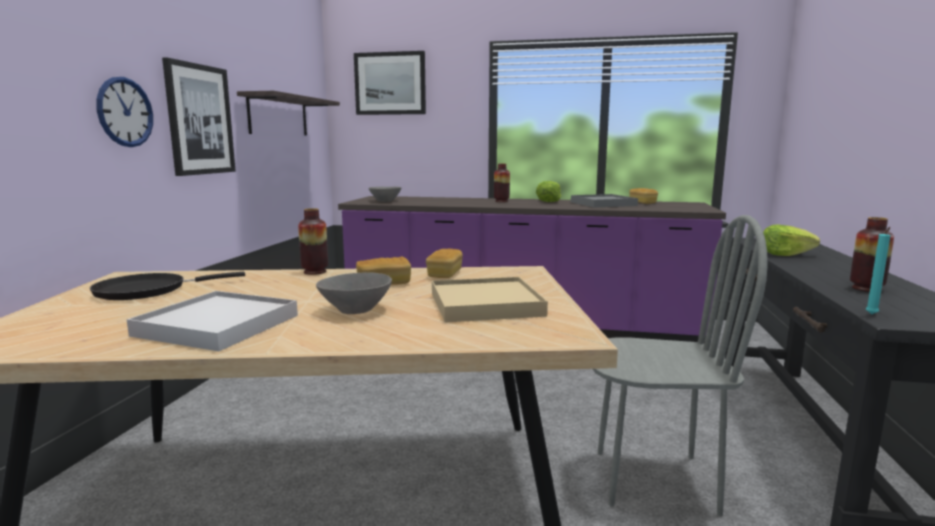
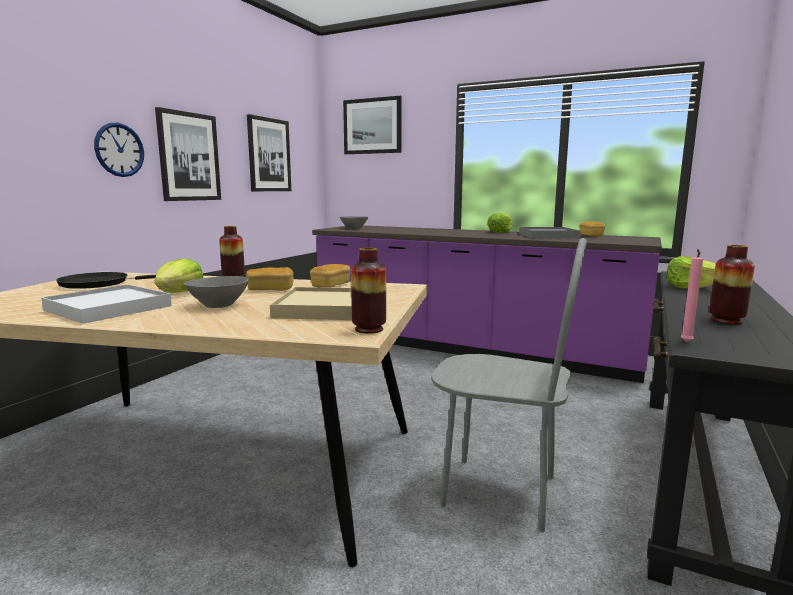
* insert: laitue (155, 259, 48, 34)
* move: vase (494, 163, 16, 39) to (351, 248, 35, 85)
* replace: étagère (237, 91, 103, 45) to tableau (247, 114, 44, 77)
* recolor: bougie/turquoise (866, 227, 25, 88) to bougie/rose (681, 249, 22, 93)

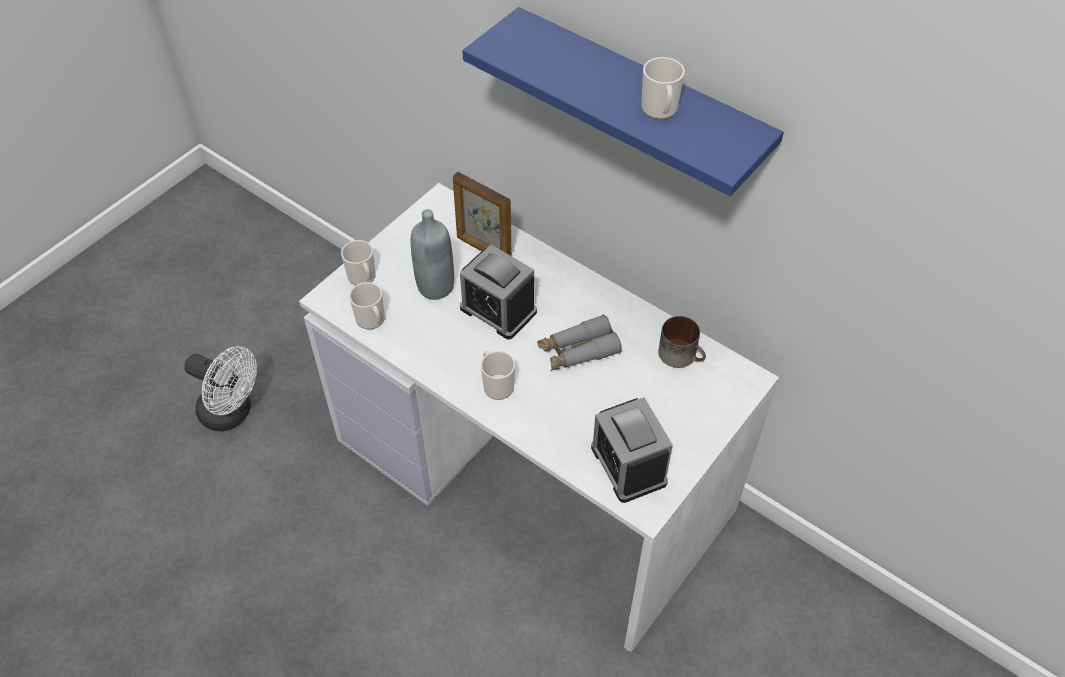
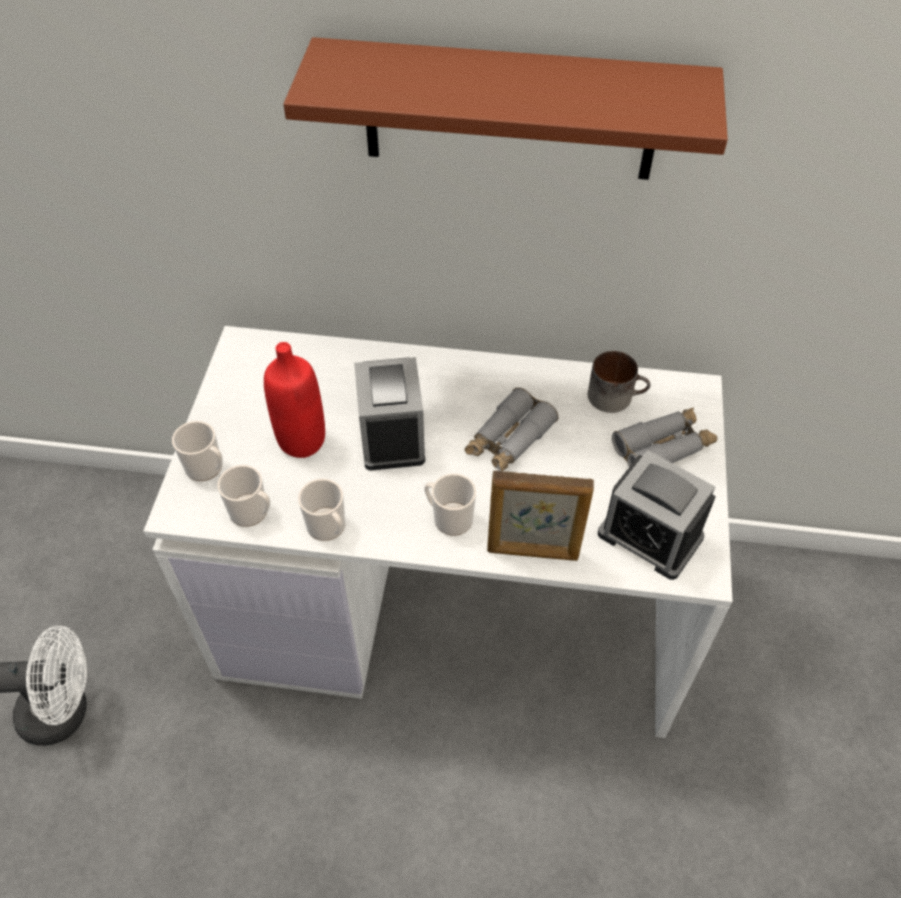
* insert: jumelles/gris (612, 407, 105, 60)
* move: cadre photo (453, 172, 59, 84) to (487, 470, 107, 91)
* move: mug (641, 57, 44, 62) to (298, 479, 47, 62)
* recolor: bouteille/gris (411, 209, 43, 91) to bouteille/rouge (264, 342, 61, 116)
* recolor: étagère/bleu (462, 7, 322, 189) to étagère/marron (283, 37, 445, 143)
* rotate: réveil (460, 245, 77, 94) = (354, 357, 71, 114) 75 degrees clockwise

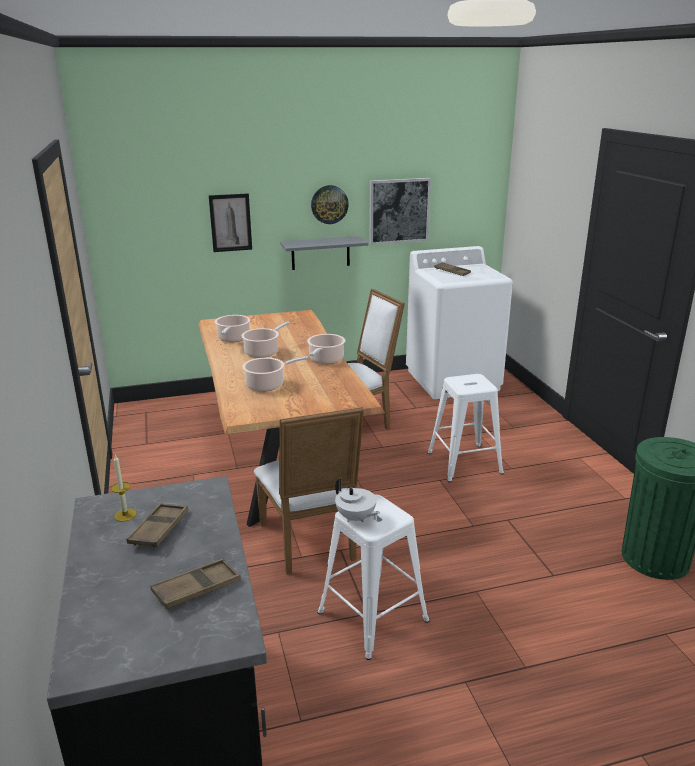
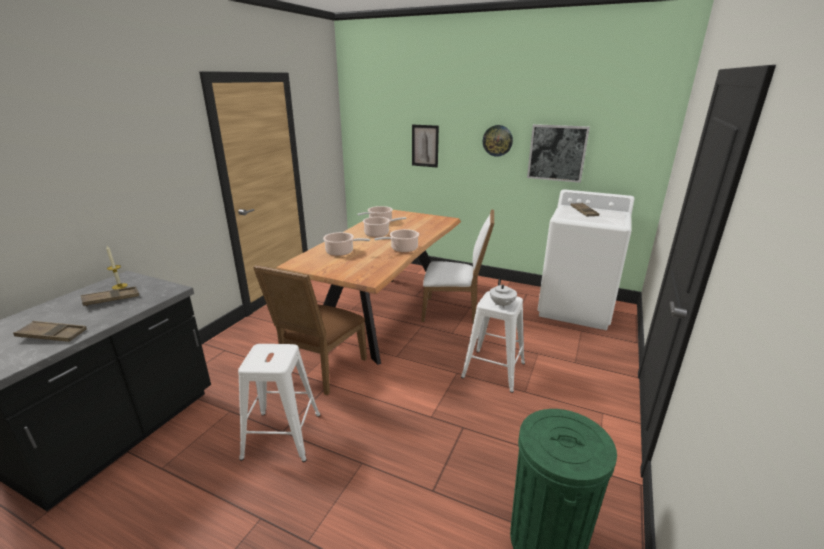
* delete: étagère/gris (280, 236, 89, 34)
* move: théière/blanc (335, 478, 45, 44) to (490, 278, 27, 30)
* recolor: chaise/blanc (254, 407, 110, 168) to chaise/marron (253, 265, 114, 130)

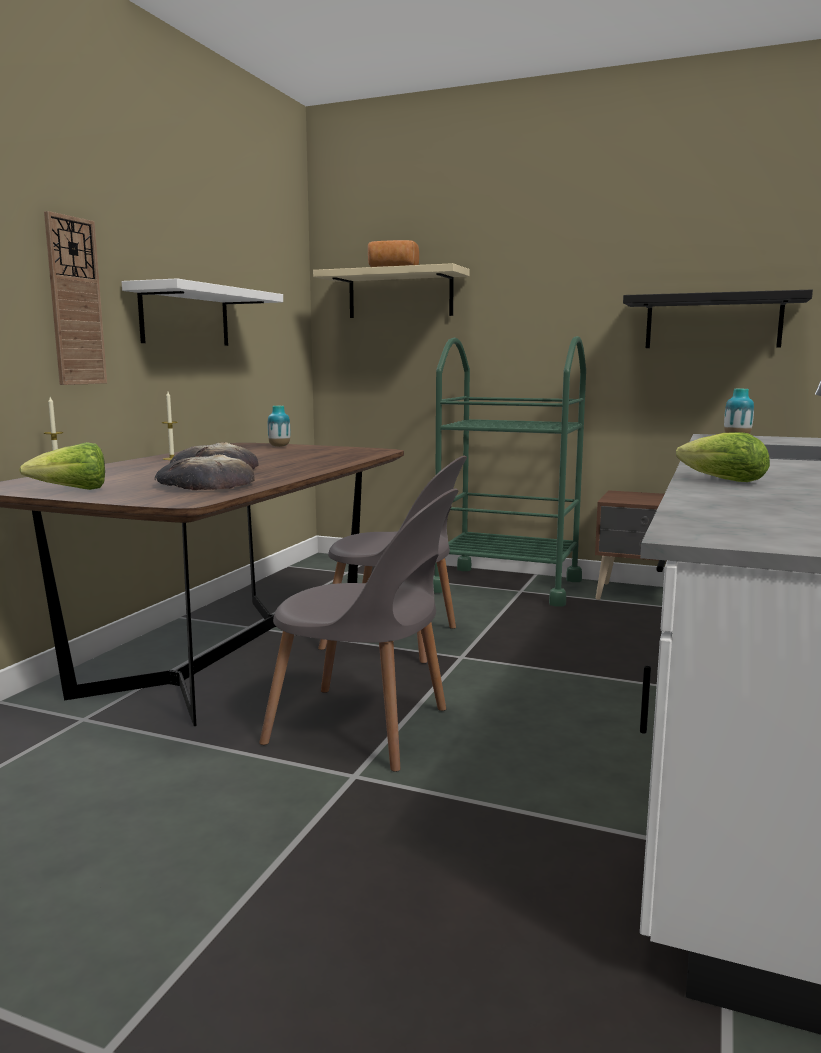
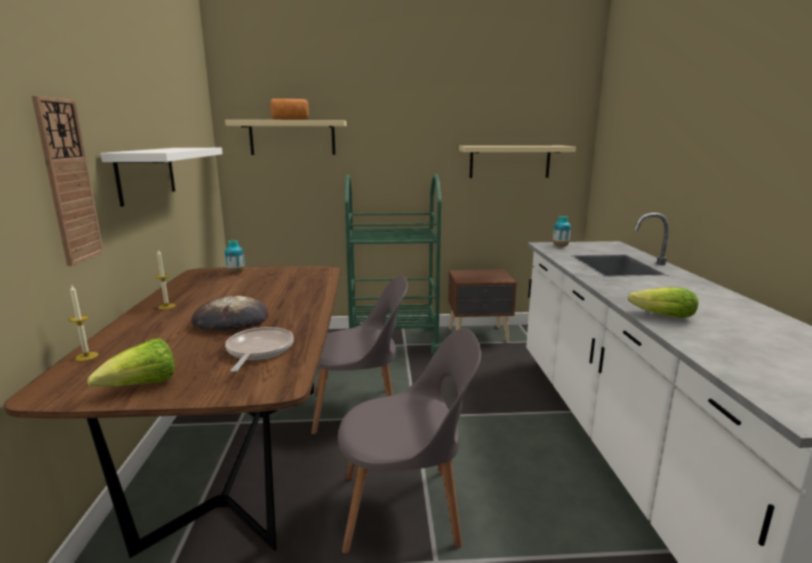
* replace: pain (155, 454, 100, 36) to poêle (225, 327, 69, 45)
* recolor: étagère/noir (623, 290, 190, 58) to étagère/beige (459, 146, 117, 32)

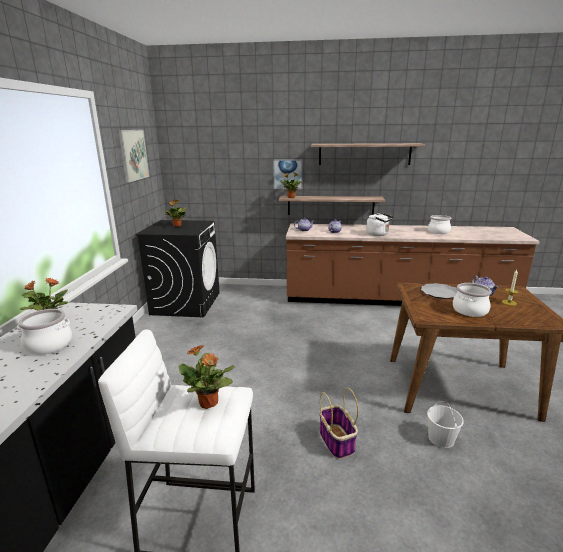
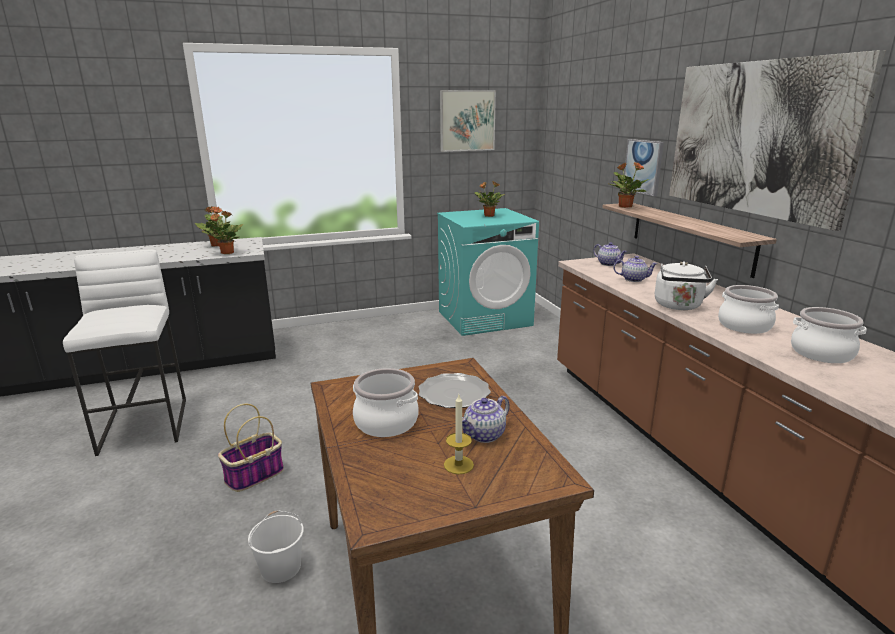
* move: marmite (17, 309, 55, 46) to (718, 285, 61, 49)
* move: plante en pot (178, 345, 57, 64) to (202, 211, 41, 43)
* replace: étagère (311, 143, 114, 22) to tableau (669, 50, 217, 181)
* recolor: lave-linge/noir (135, 220, 85, 97) to lave-linge/turquoise (437, 208, 102, 128)

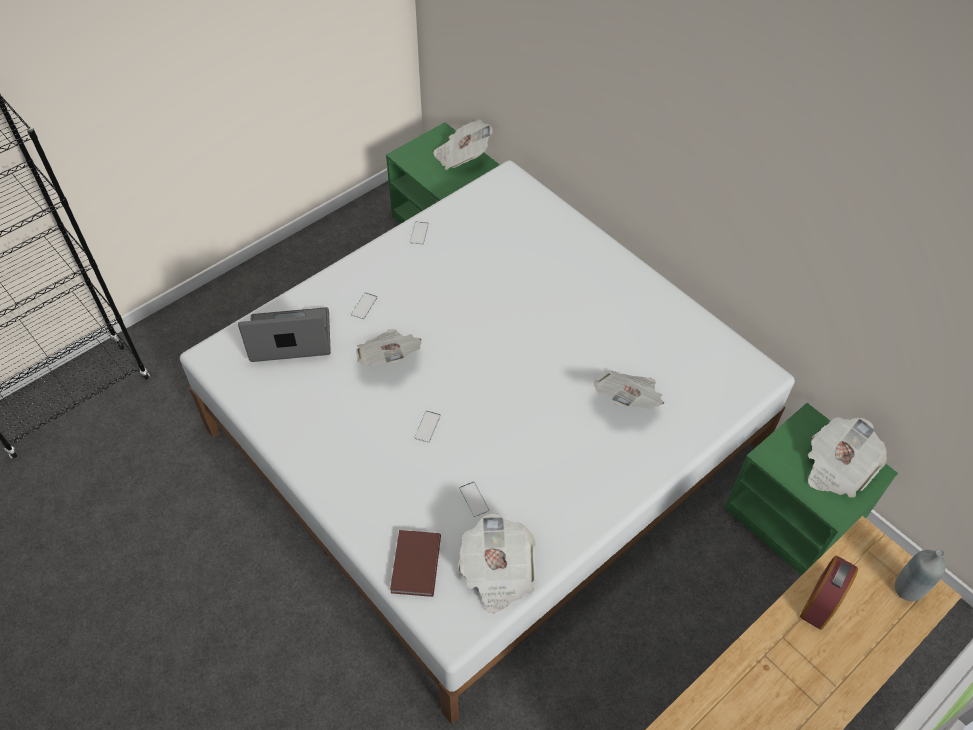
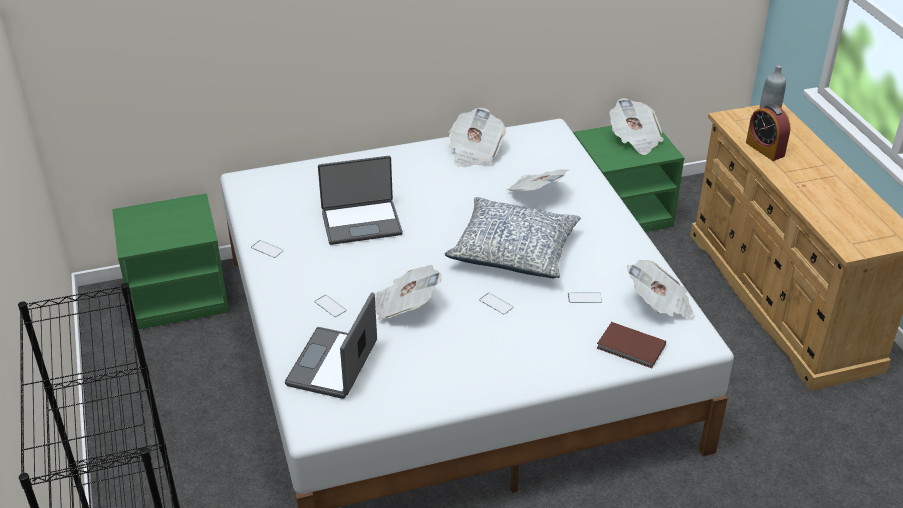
* insert: ordinateur portable (318, 156, 85, 89)
* insert: coussin (445, 197, 136, 81)
* move: journal (433, 120, 60, 50) to (448, 108, 58, 59)

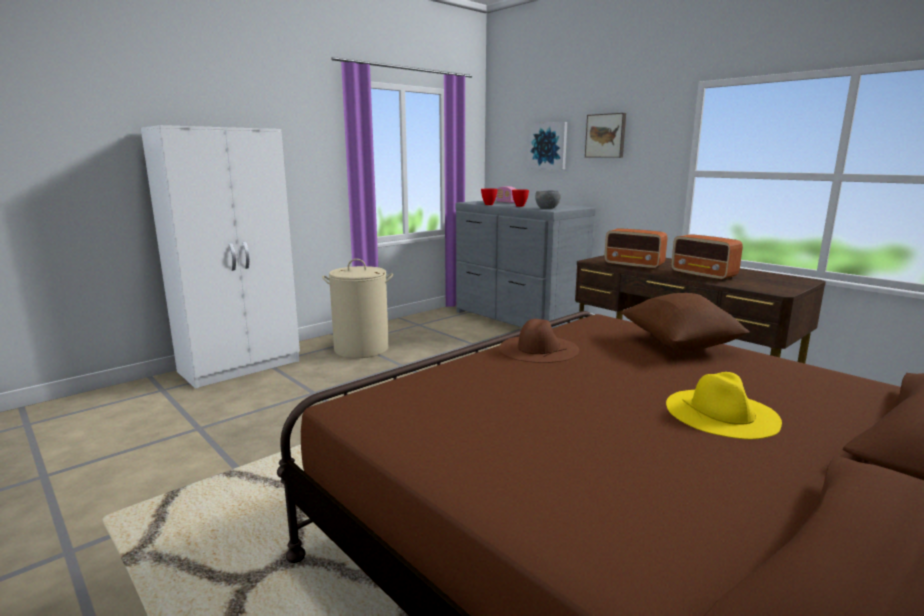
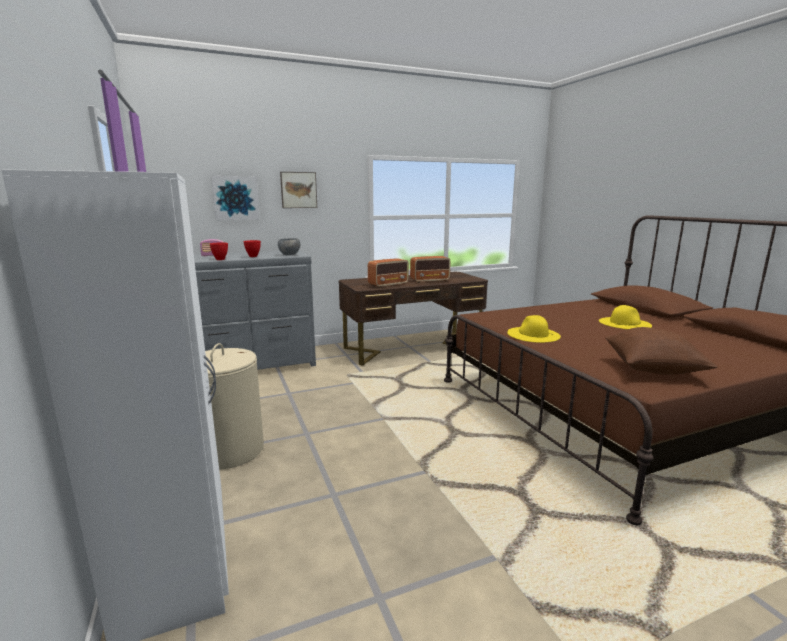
* move: coussin/marron (621, 293, 129, 58) to (605, 327, 113, 48)
* recolor: chapeau/marron (499, 319, 80, 44) to chapeau/jaune (507, 315, 54, 28)

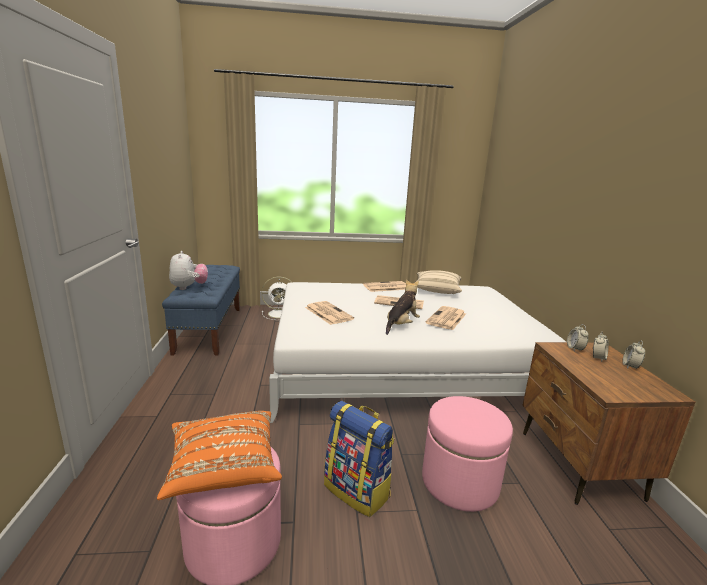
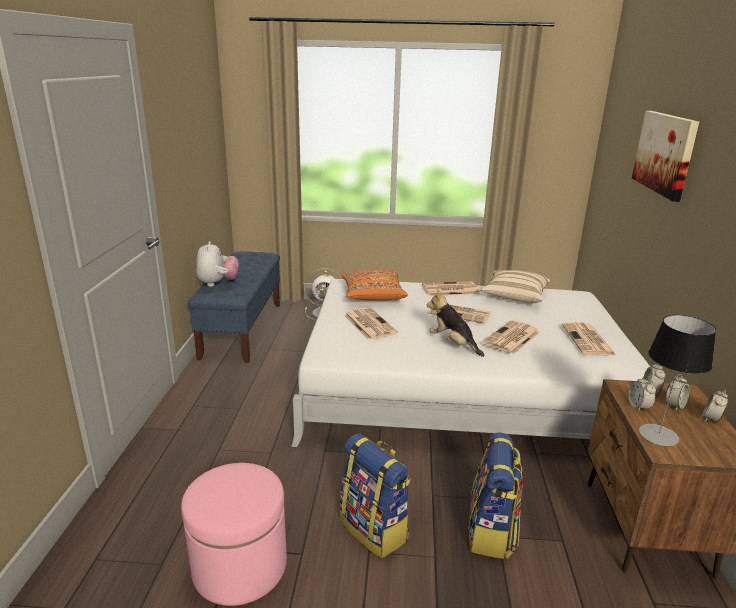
* insert: journal (562, 322, 55, 34)
* insert: réveil (628, 376, 28, 36)
* insert: tableau (632, 111, 67, 91)
* insert: lampe de table (639, 315, 77, 131)
* move: coussin/orange (157, 411, 125, 89) to (342, 270, 66, 31)
* replace: pouf/rose (422, 396, 91, 116) to sac à dos (468, 432, 55, 127)
* rotate: peluche (386, 279, 34, 56) = (427, 289, 58, 68) 90 degrees counterclockwise

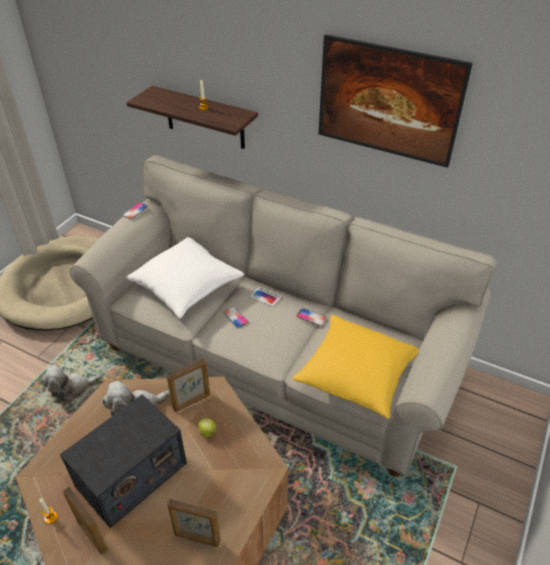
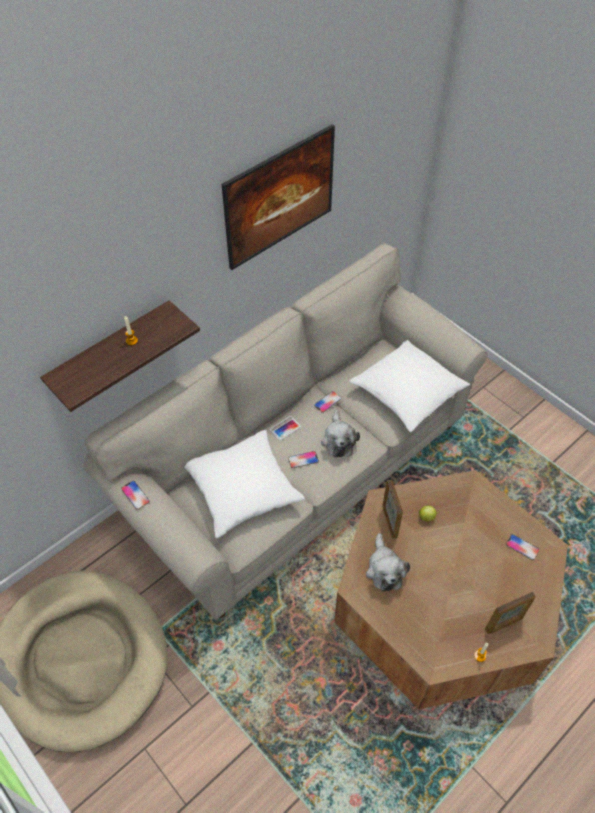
* delete: radio (60, 394, 127, 134)
* move: peluche (41, 365, 60, 38) to (321, 409, 39, 48)
* replace: cadre photo (167, 499, 54, 48) to téléphone (506, 534, 33, 26)
* recolor: coussin/jaune (292, 315, 127, 104) to coussin/blanc (349, 340, 121, 92)

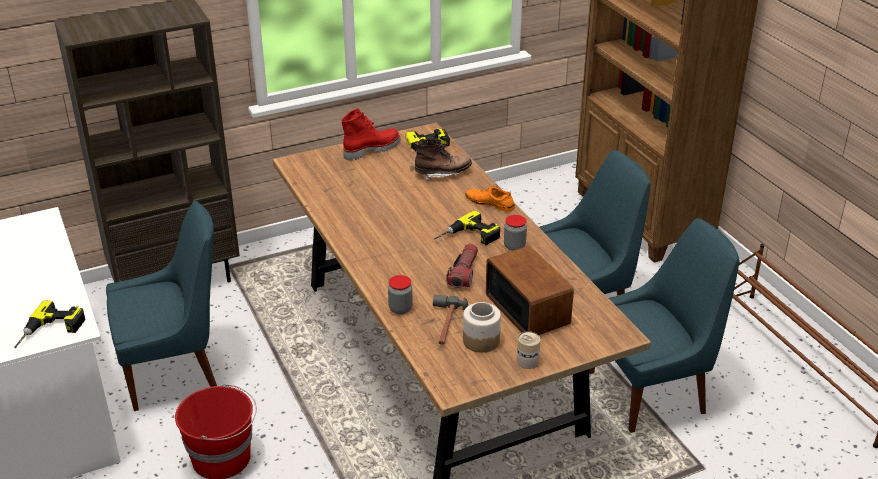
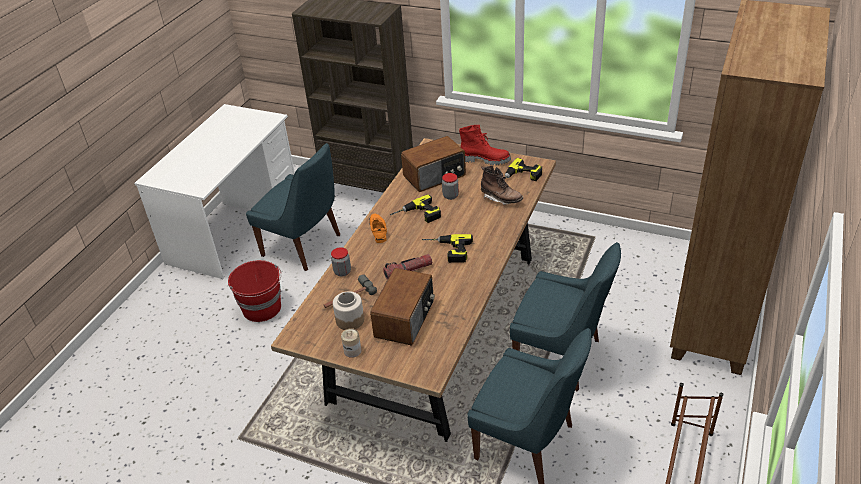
* insert: radio (401, 136, 65, 56)
* move: perceuse (14, 300, 71, 48) to (390, 194, 51, 29)
* move: chaussure/orange (465, 186, 50, 26) to (369, 214, 18, 29)
* move: bocal (504, 215, 23, 36) to (442, 173, 17, 27)

